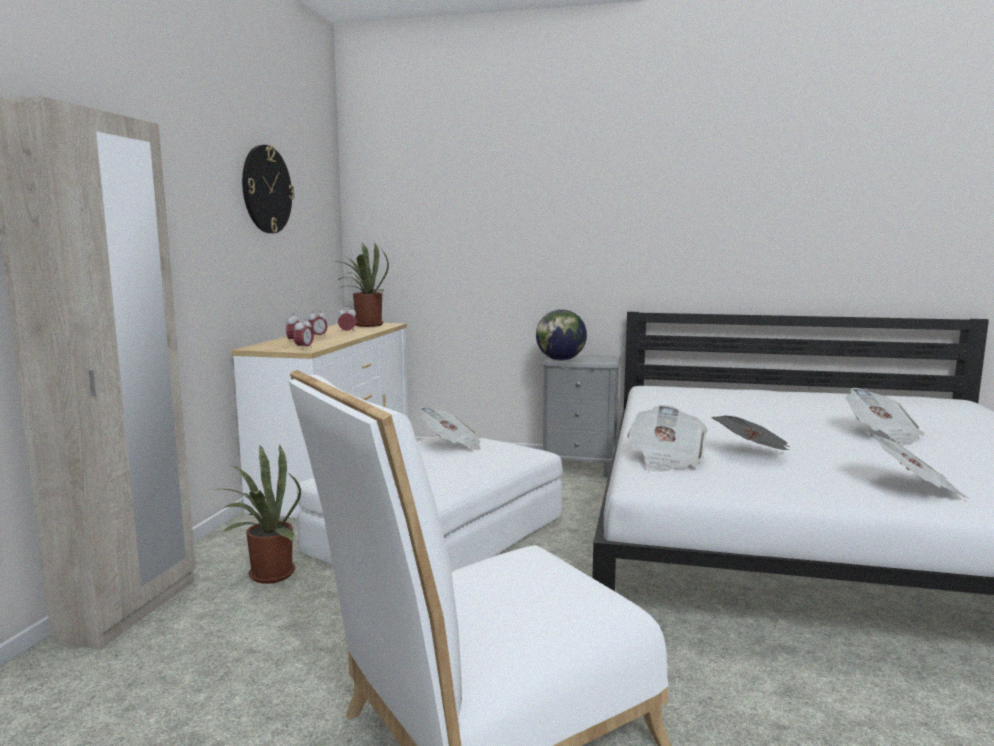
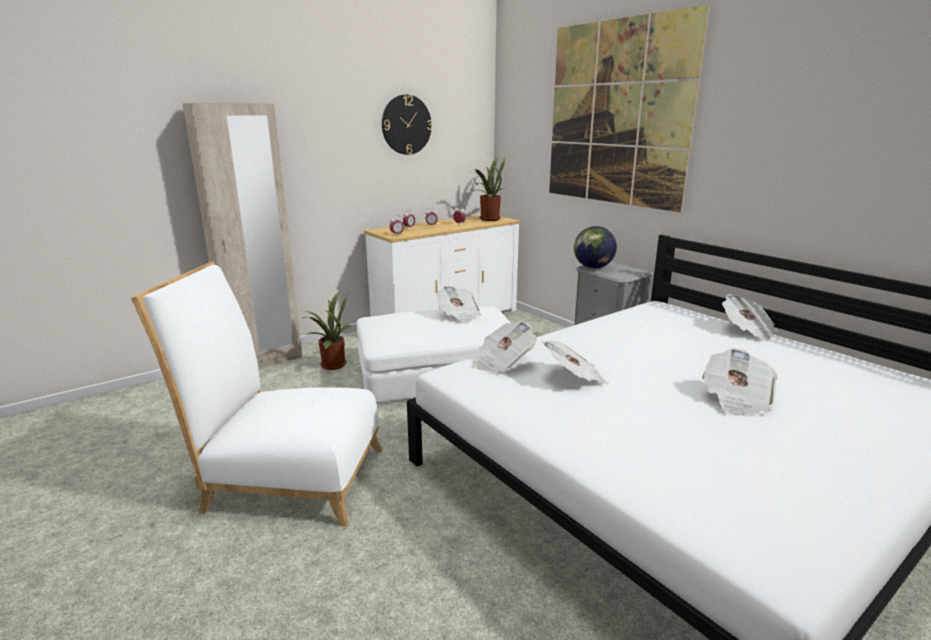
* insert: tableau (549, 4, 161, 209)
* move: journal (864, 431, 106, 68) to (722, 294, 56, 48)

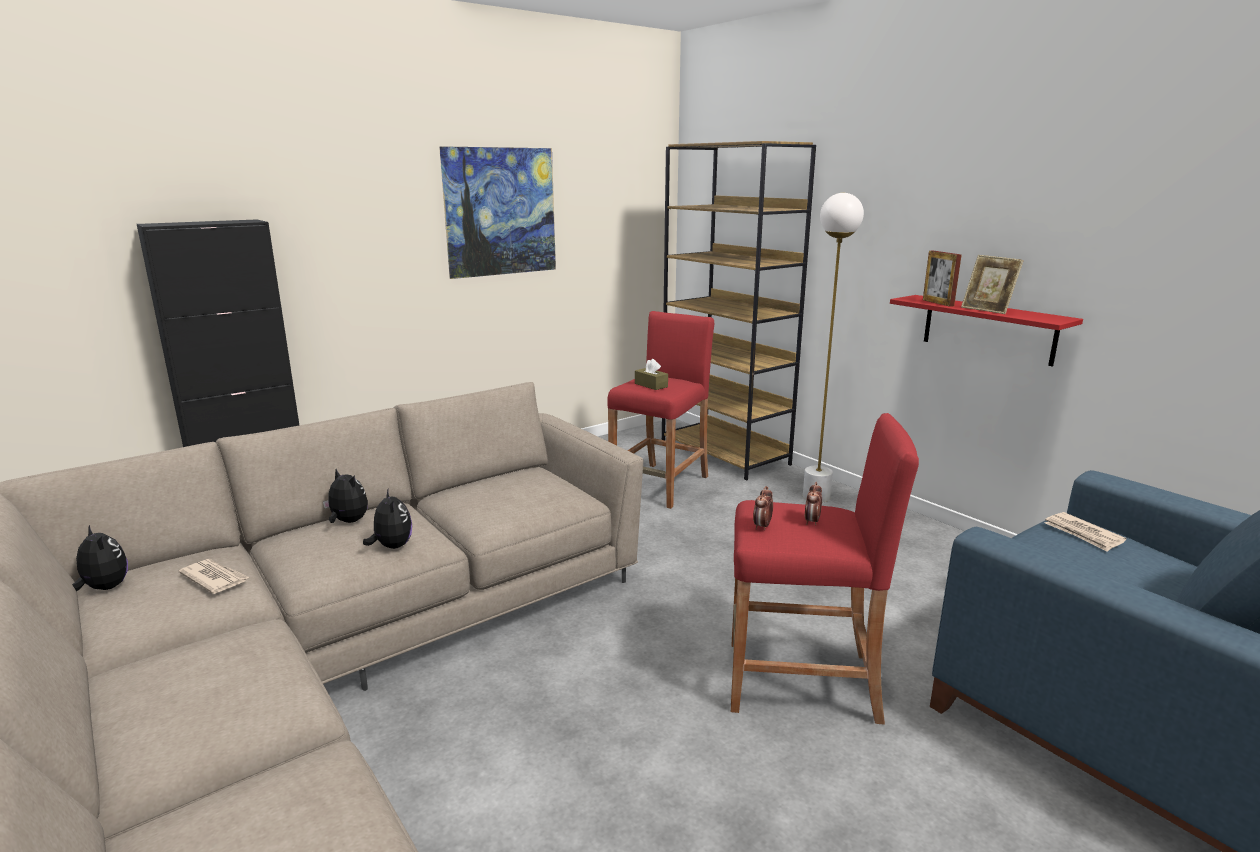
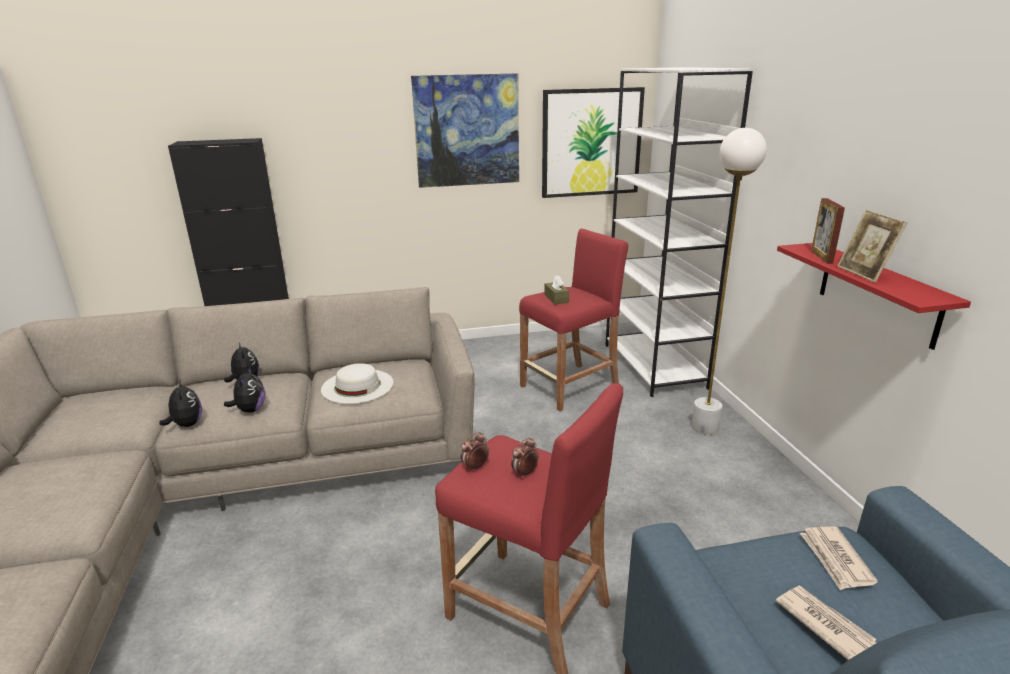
* insert: chapeau/blanc (321, 363, 73, 41)
* insert: tableau (542, 87, 103, 111)
* move: peluche (73, 525, 55, 66) to (159, 379, 43, 48)
* move: journal (179, 559, 71, 35) to (776, 586, 101, 74)
* recolor: bibliothèque/marron (662, 141, 154, 340) to bibliothèque/blanc (605, 67, 148, 330)

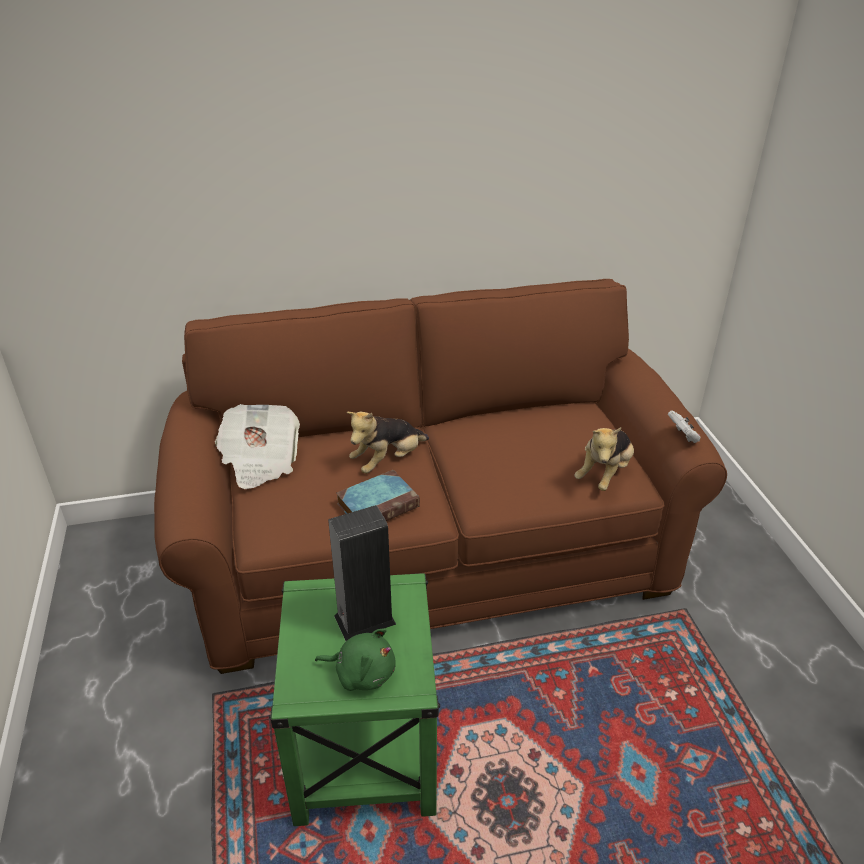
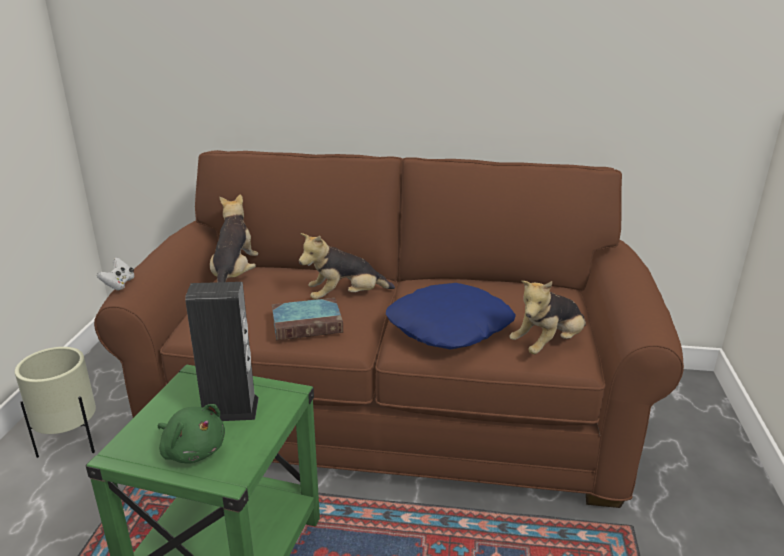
* insert: cache-pot/beige (15, 347, 81, 111)
* insert: coussin/bleu (386, 283, 130, 67)
* move: manette/blanc (668, 411, 33, 32) to (97, 257, 37, 33)
* replace: journal (215, 404, 85, 85) to peluche (210, 194, 48, 88)

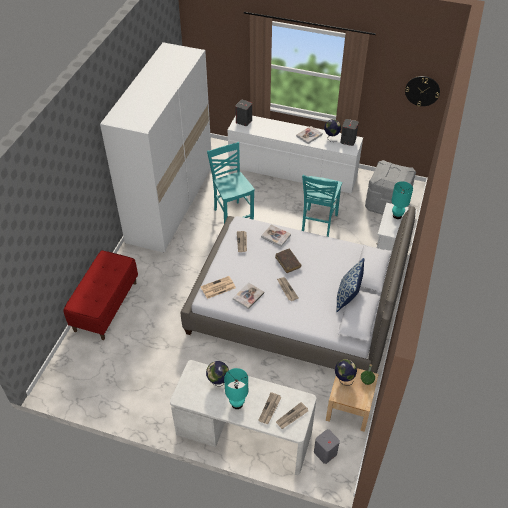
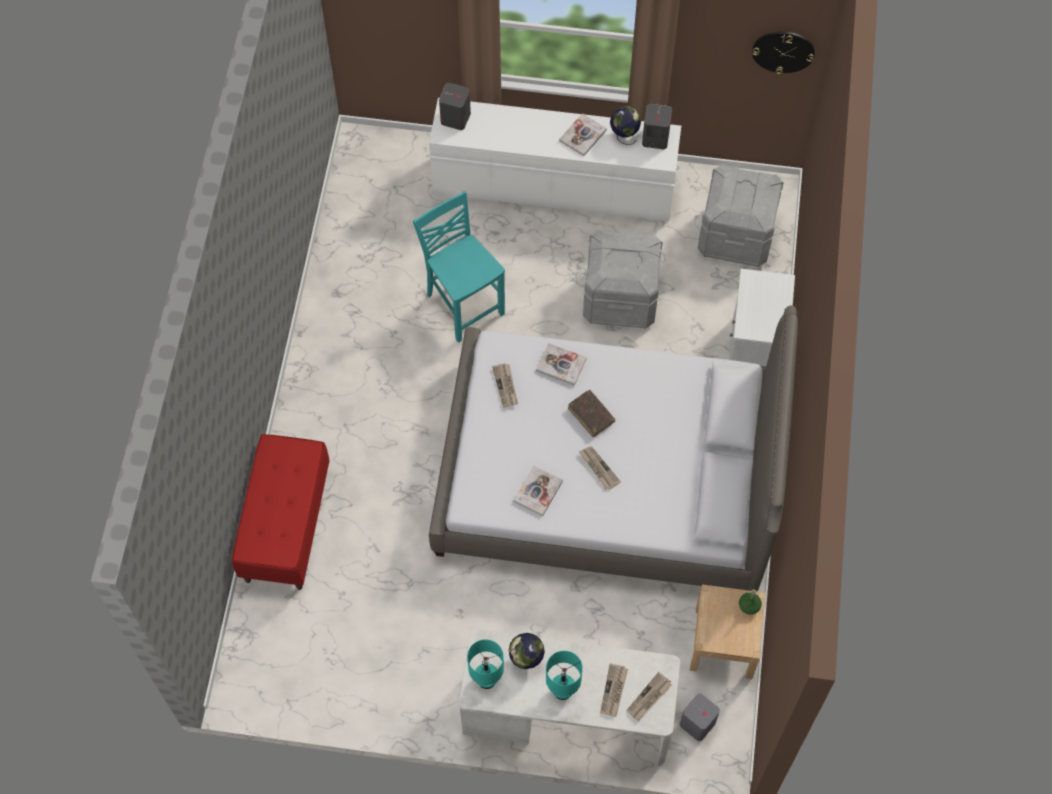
* delete: armoire/blanc (100, 42, 112, 211)
* delete: journal (201, 276, 35, 23)
* delete: globe (335, 359, 22, 27)
* delete: coussin (336, 258, 28, 54)
* move: lampe de table/turquoise (391, 181, 22, 38) to (467, 639, 37, 50)
* replace: chaise/turquoise (302, 175, 40, 62) to boîte de rangement/gris (583, 229, 80, 100)

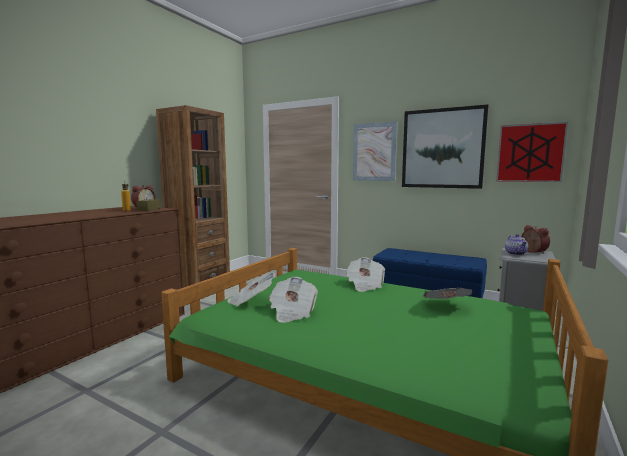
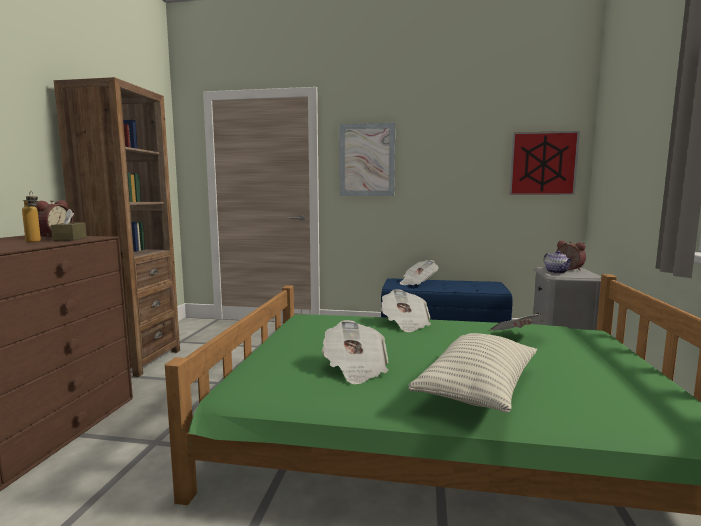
* delete: tableau (402, 104, 86, 85)
* insert: coussin (408, 333, 129, 80)
* move: journal (227, 273, 49, 33) to (400, 260, 39, 25)

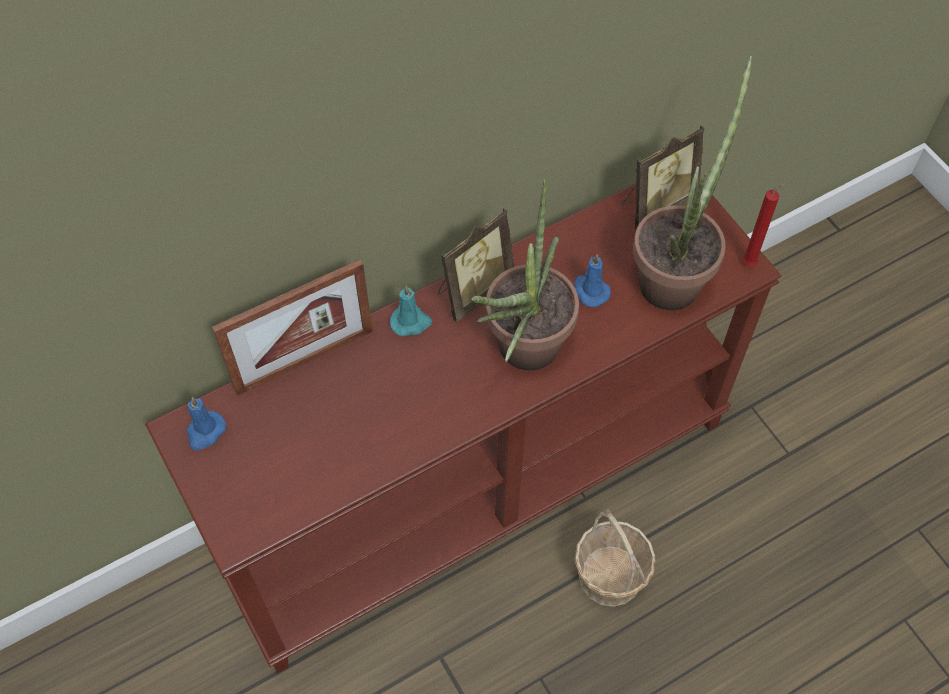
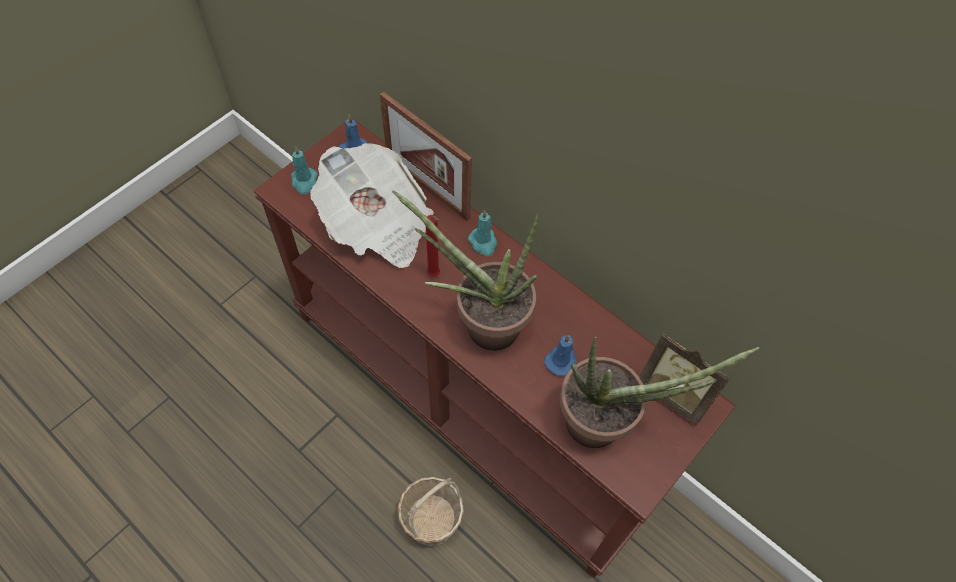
* delete: cadre photo (438, 208, 76, 114)
* insert: bougie/turquoise (291, 147, 27, 48)
* insert: journal (310, 143, 124, 125)
* move: bougie/rouge (743, 182, 45, 84) to (426, 215, 14, 62)

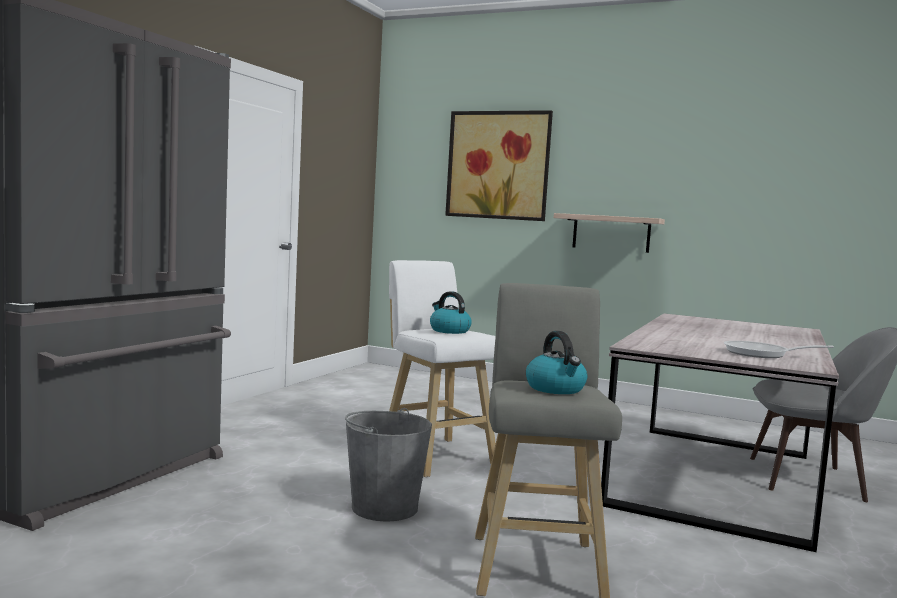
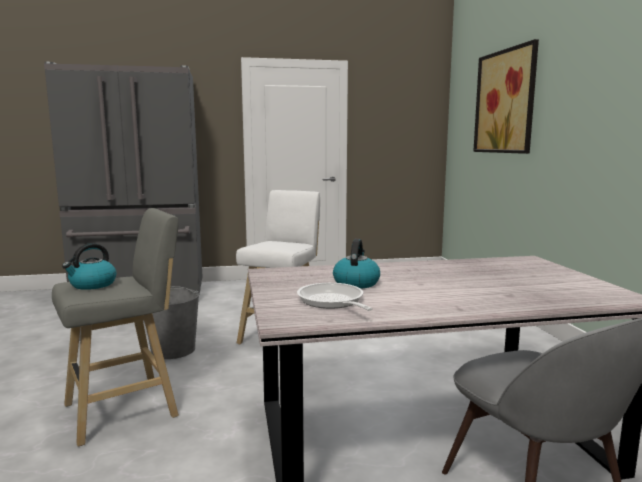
* delete: étagère (554, 213, 111, 40)
* move: bouilloire (430, 291, 42, 43) to (333, 239, 47, 50)

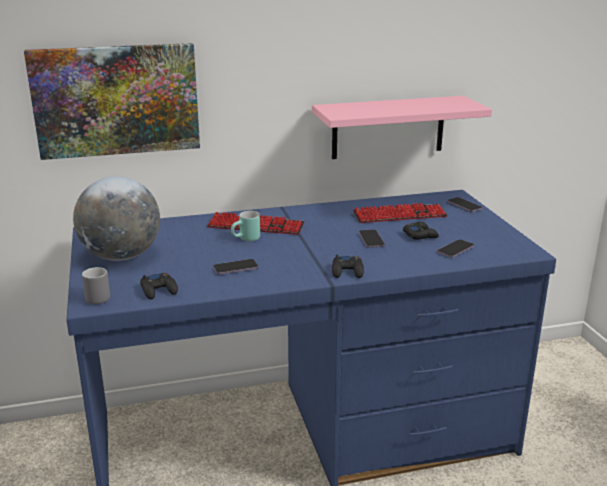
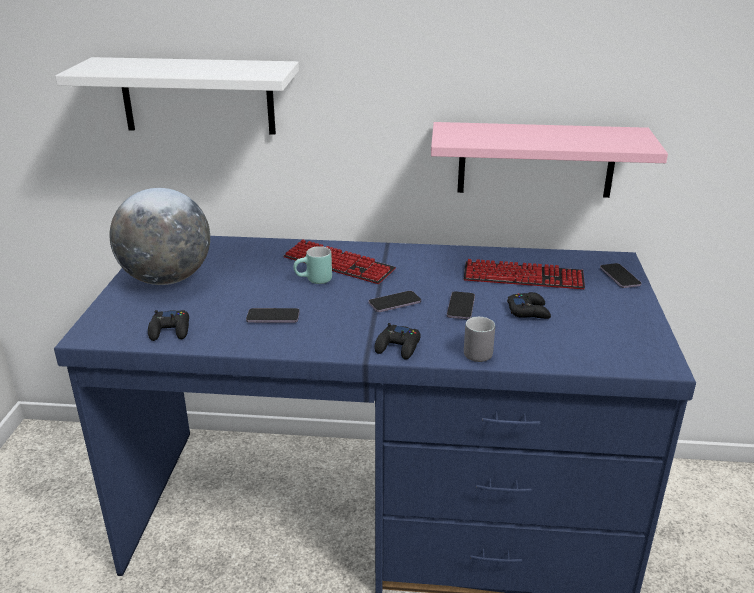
* move: mug/gris (82, 267, 28, 38) to (464, 317, 31, 45)
* move: téléphone (437, 239, 37, 19) to (369, 291, 52, 21)
* replace: tableau (24, 43, 176, 117) to étagère/blanc (55, 57, 244, 78)

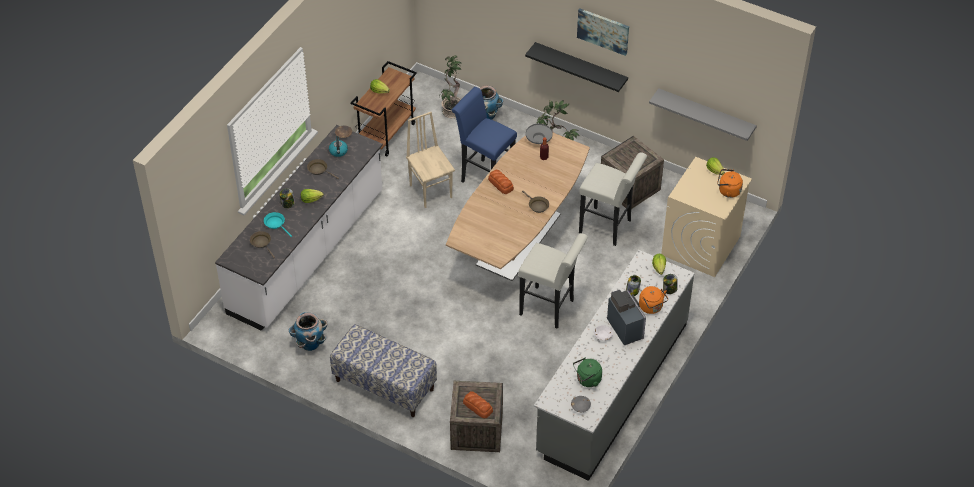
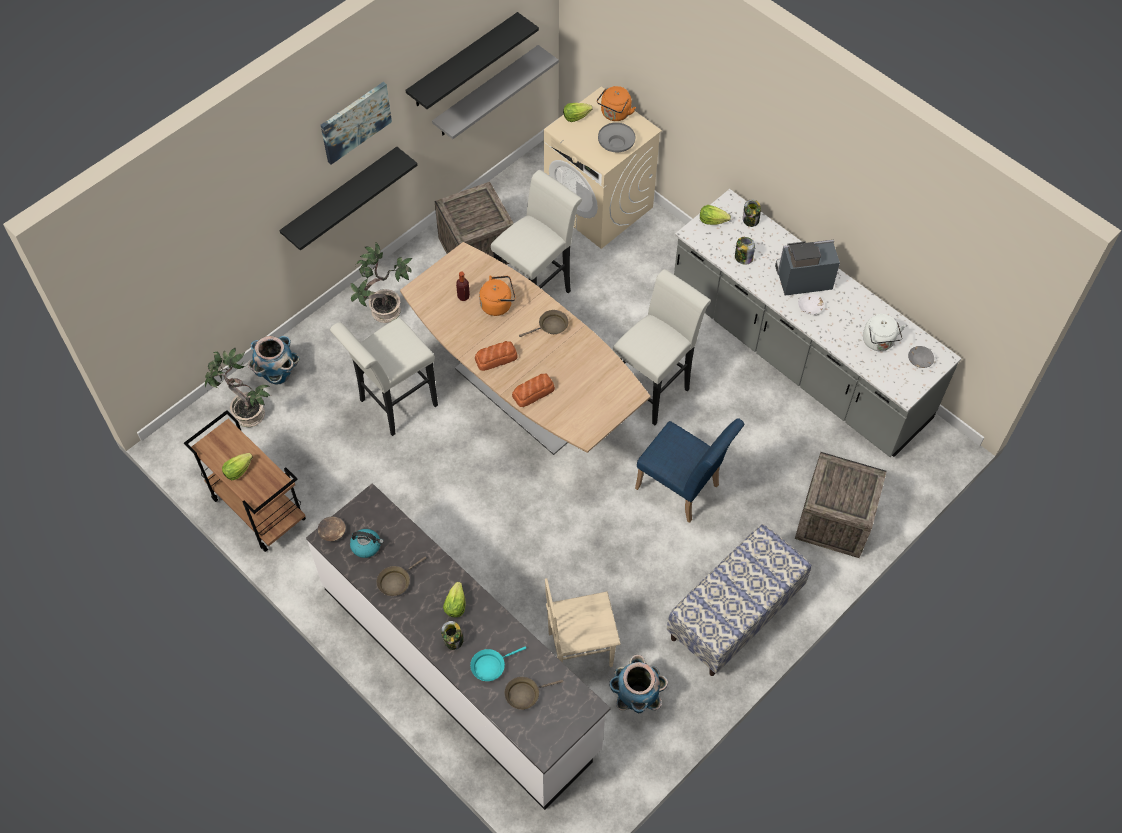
* insert: étagère/noir (406, 12, 133, 97)
* insert: chaise/bleu (635, 418, 109, 105)
* move: chaise/beige (406, 112, 49, 96) to (545, 578, 76, 89)
* move: pain (463, 391, 30, 27) to (512, 373, 43, 34)
* move: bol/gris (526, 124, 27, 20) to (598, 123, 37, 29)
* move: bouilloire/orange (639, 286, 29, 28) to (479, 275, 37, 41)
* recolor: tabouret/bleu (452, 87, 65, 96) to tabouret/blanc (330, 318, 108, 118)
* recolor: bouilloire/vert (573, 358, 29, 29) to bouilloire/blanc (863, 314, 42, 37)

